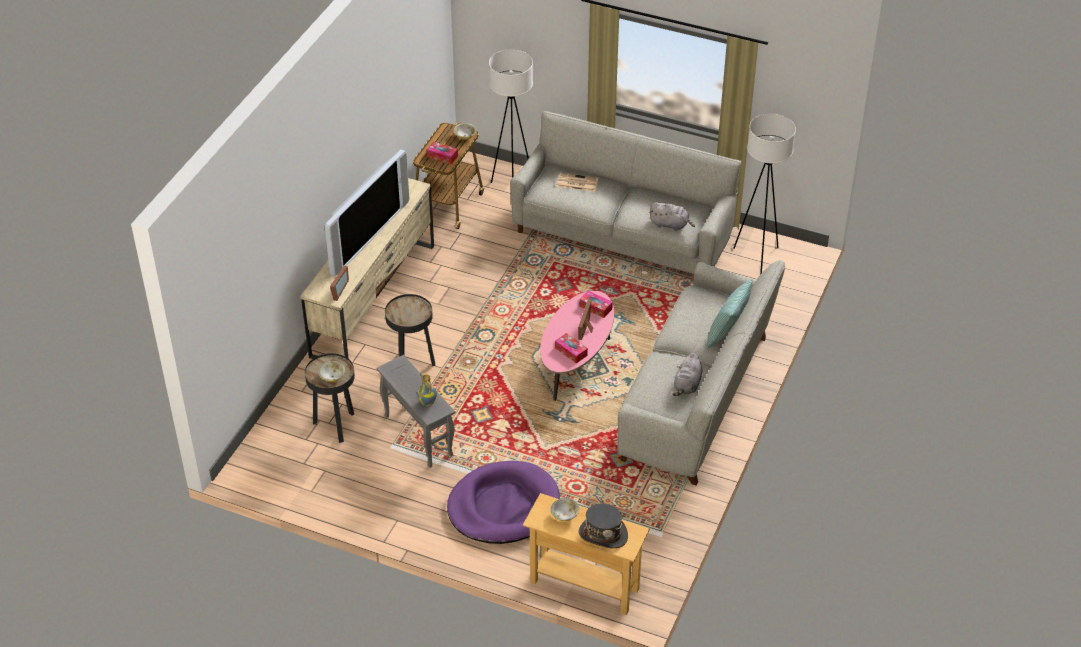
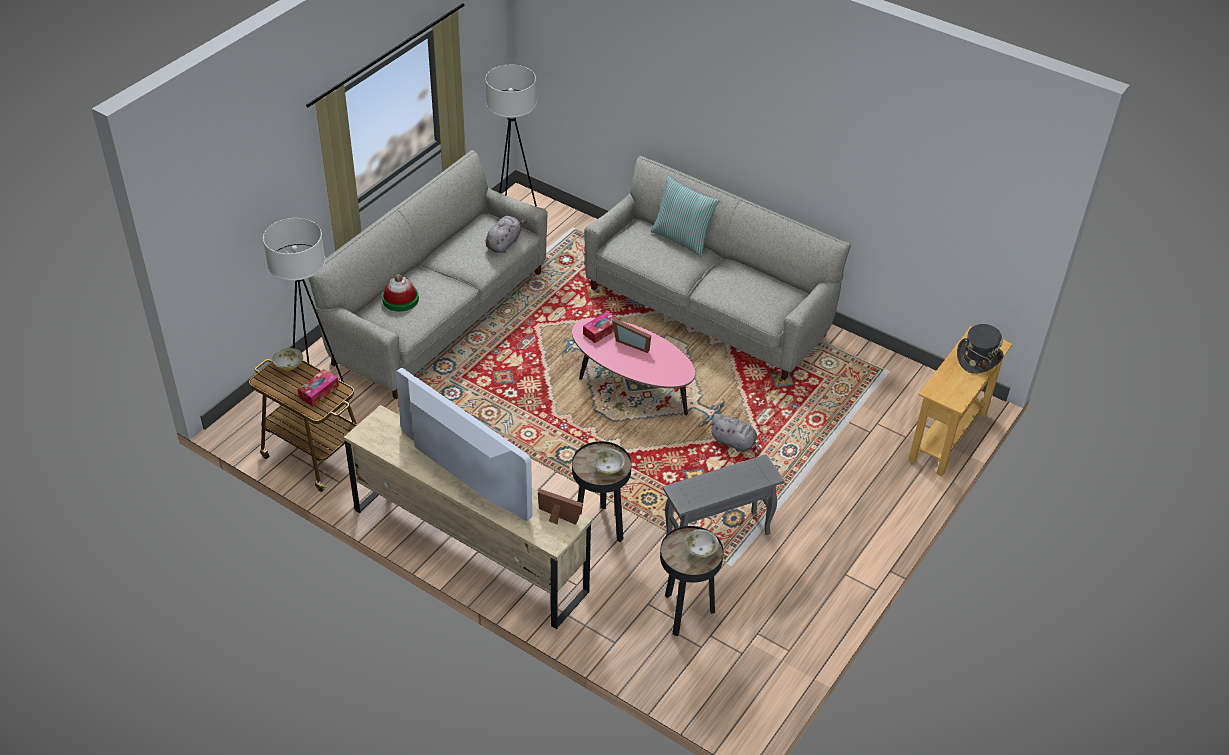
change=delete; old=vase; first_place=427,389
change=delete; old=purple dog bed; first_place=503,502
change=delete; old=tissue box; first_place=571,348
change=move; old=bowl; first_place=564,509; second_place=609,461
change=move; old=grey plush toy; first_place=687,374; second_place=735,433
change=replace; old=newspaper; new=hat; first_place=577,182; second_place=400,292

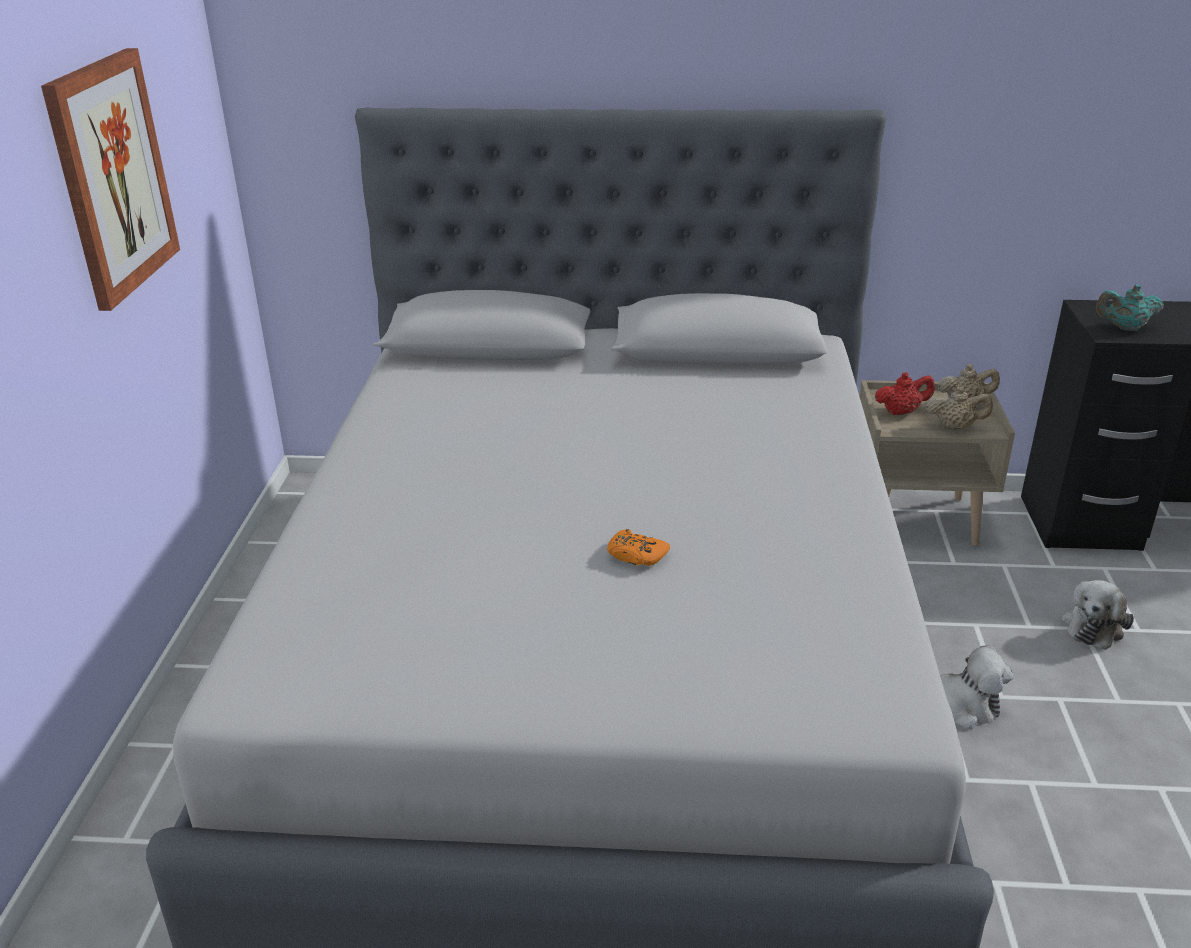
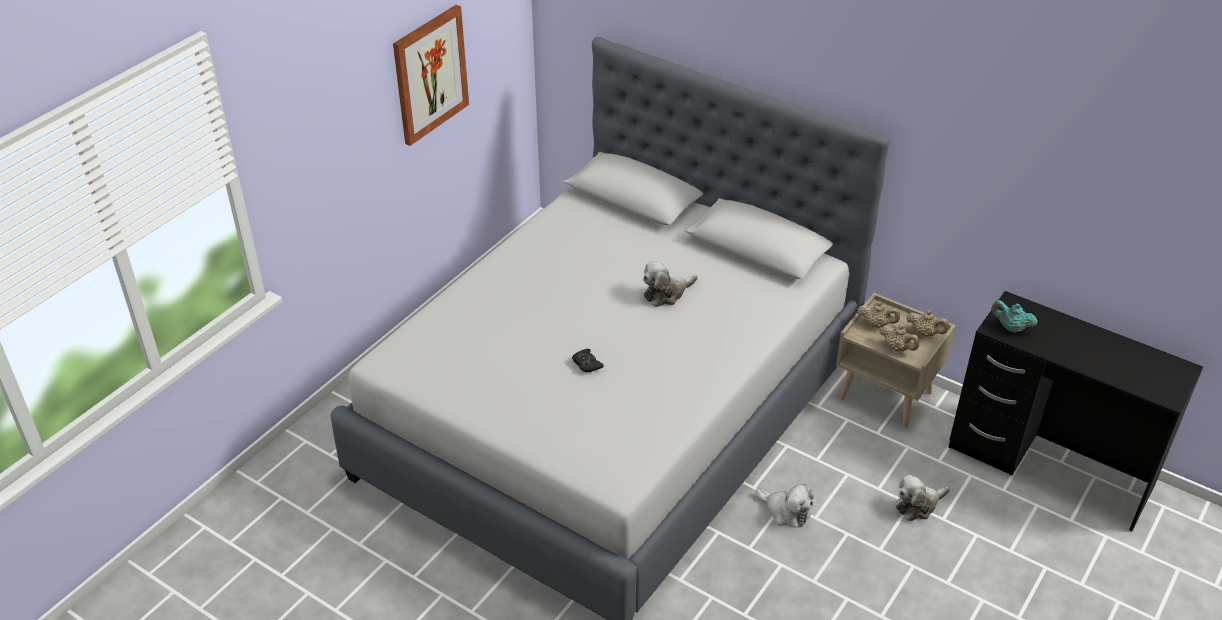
change=insert; new=plush toy; second_place=670,284
change=recolor; old=orange game controller; new=black game controller; first_place=638,547; second_place=588,360
change=recolor; old=red teapot; new=beige teapot; first_place=905,393; second_place=878,314

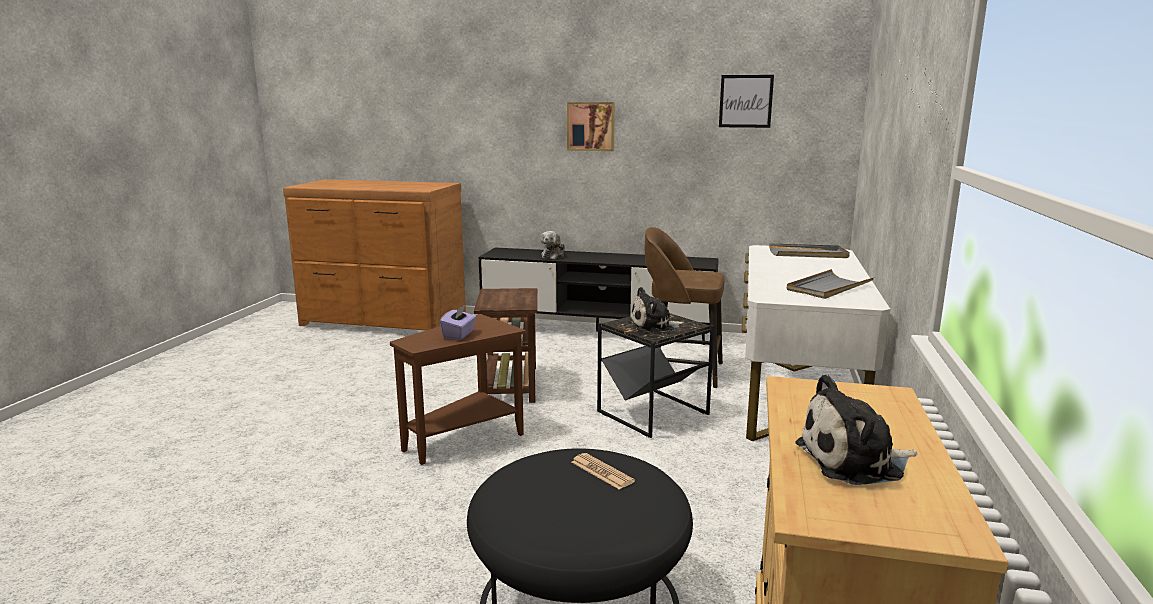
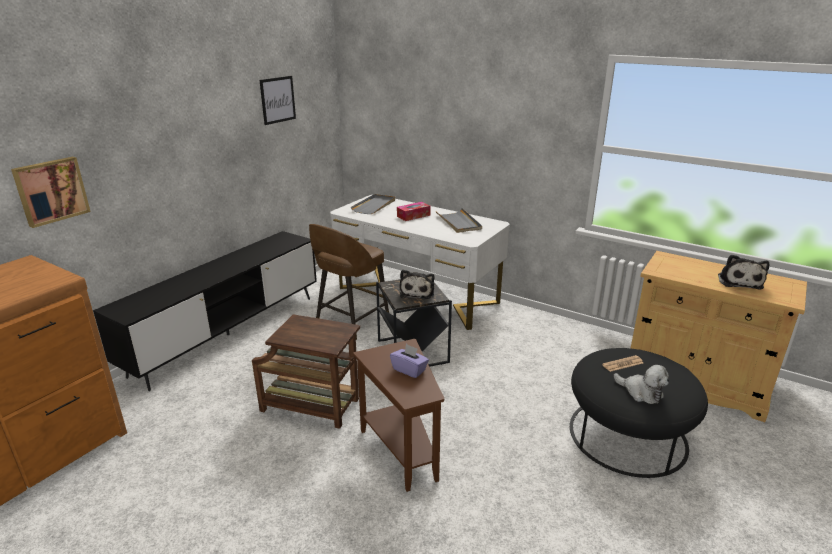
change=insert; new=tissue box; second_place=414,211
change=move; old=plush toy; first_place=553,245; second_place=641,384
change=move; old=picture; first_place=591,126; second_place=51,192

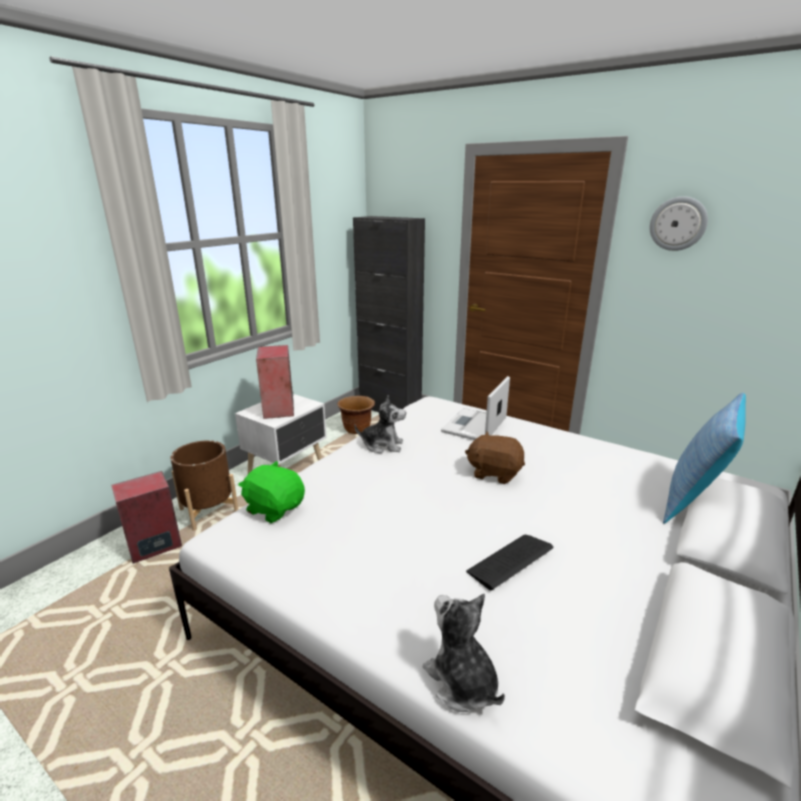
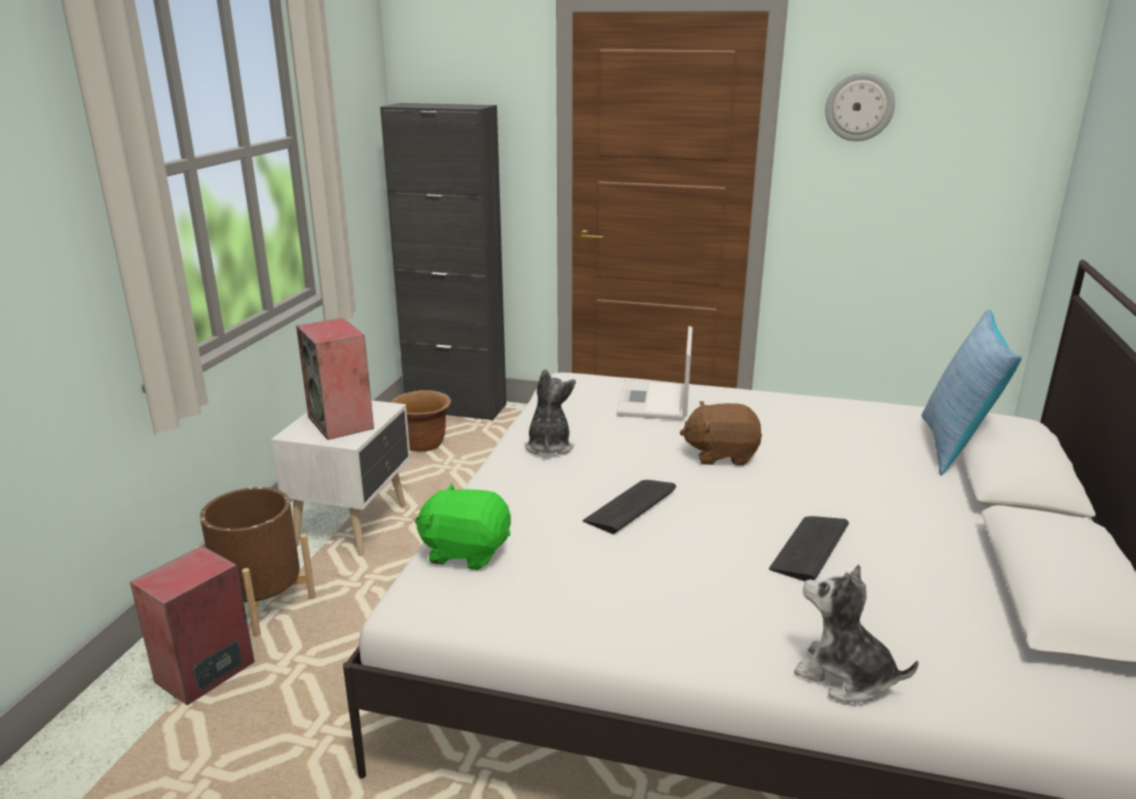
change=insert; new=keyboard; second_place=629,507
change=rotate; old=plush toy; first_place=380,424; second_place=550,412; degrees=-75

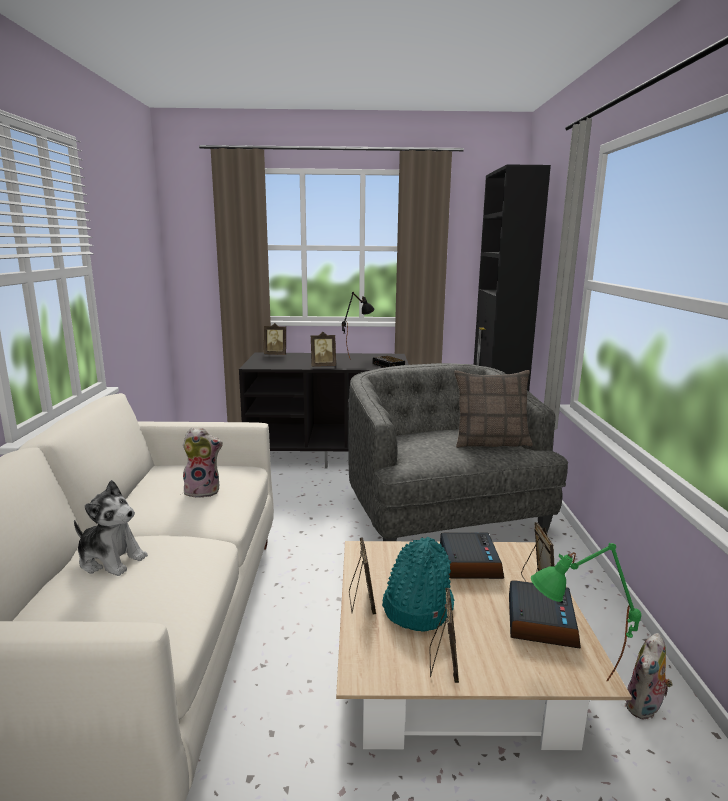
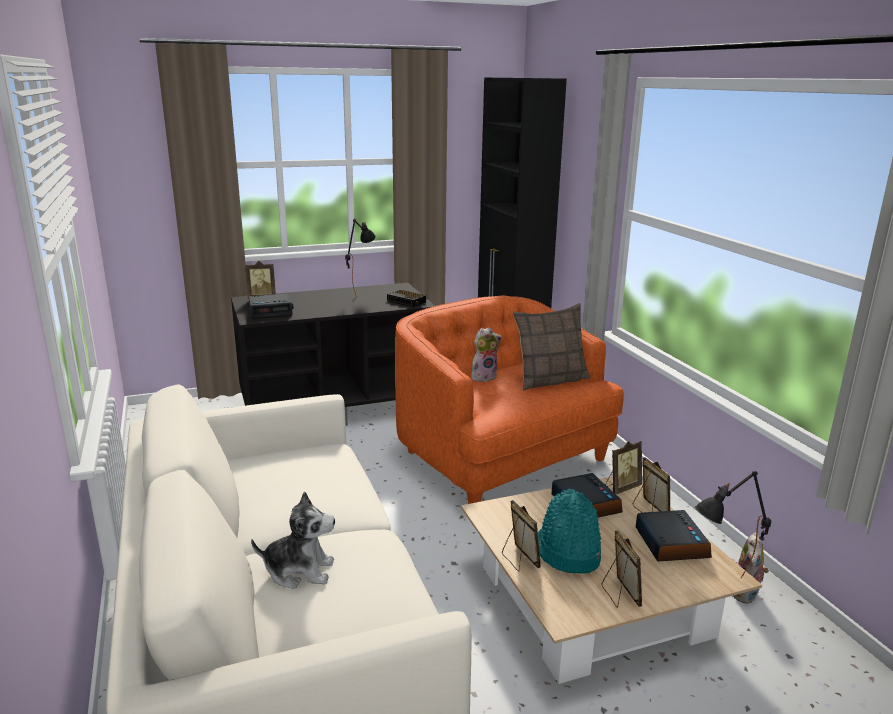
change=insert; new=alarm clock; second_place=271,306
change=move; old=plush toy; first_place=202,463; second_place=486,354
change=move; old=picture frame; first_place=323,349; second_place=623,467
change=recolor; old=grey armchair; new=orange armchair; first_place=458,452; second_place=509,399
change=recolor; old=green table lamp; new=black table lamp; first_place=586,612; second_place=733,524

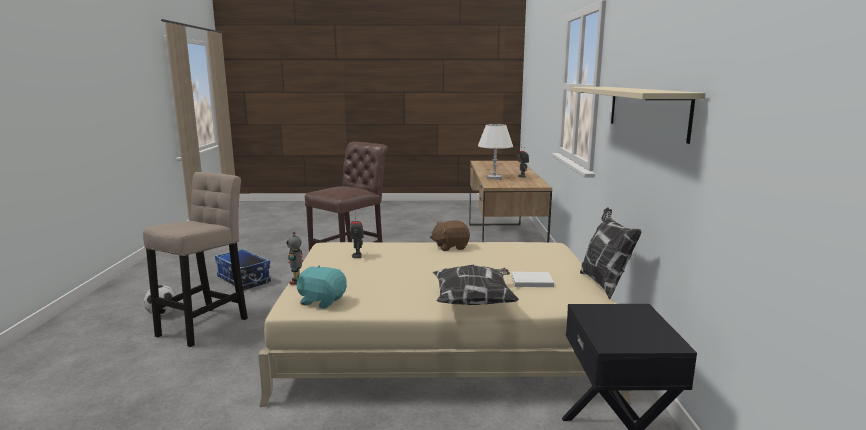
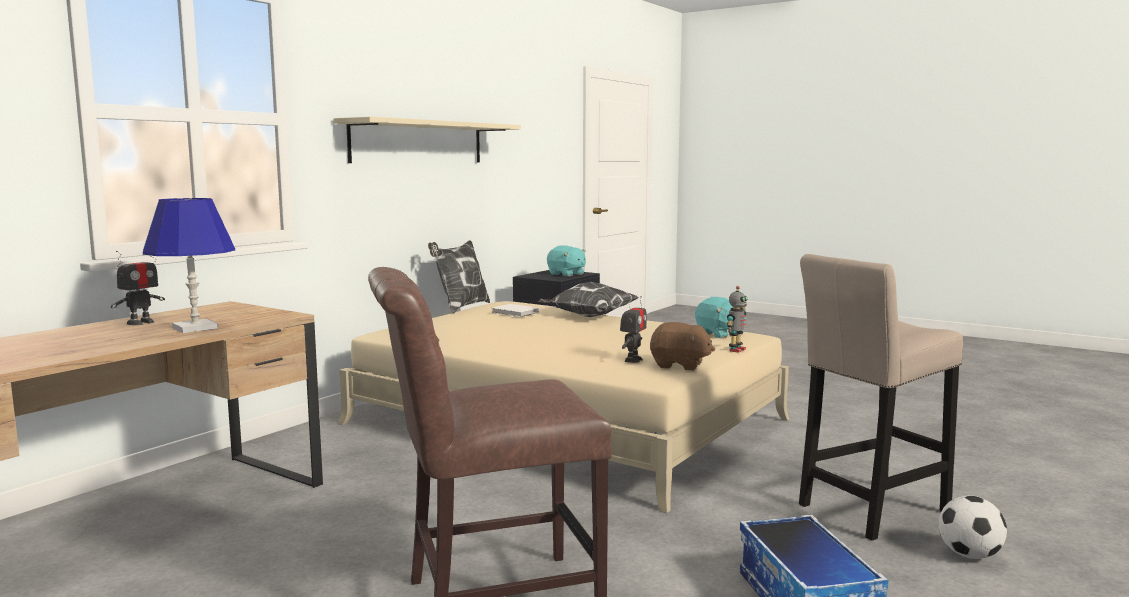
change=insert; new=turquoise plush toy; second_place=566,260
change=move; old=brown plush toy; first_place=450,235; second_place=682,346
change=recolor; old=white table lamp; new=blue table lamp; first_place=495,152; second_place=189,265

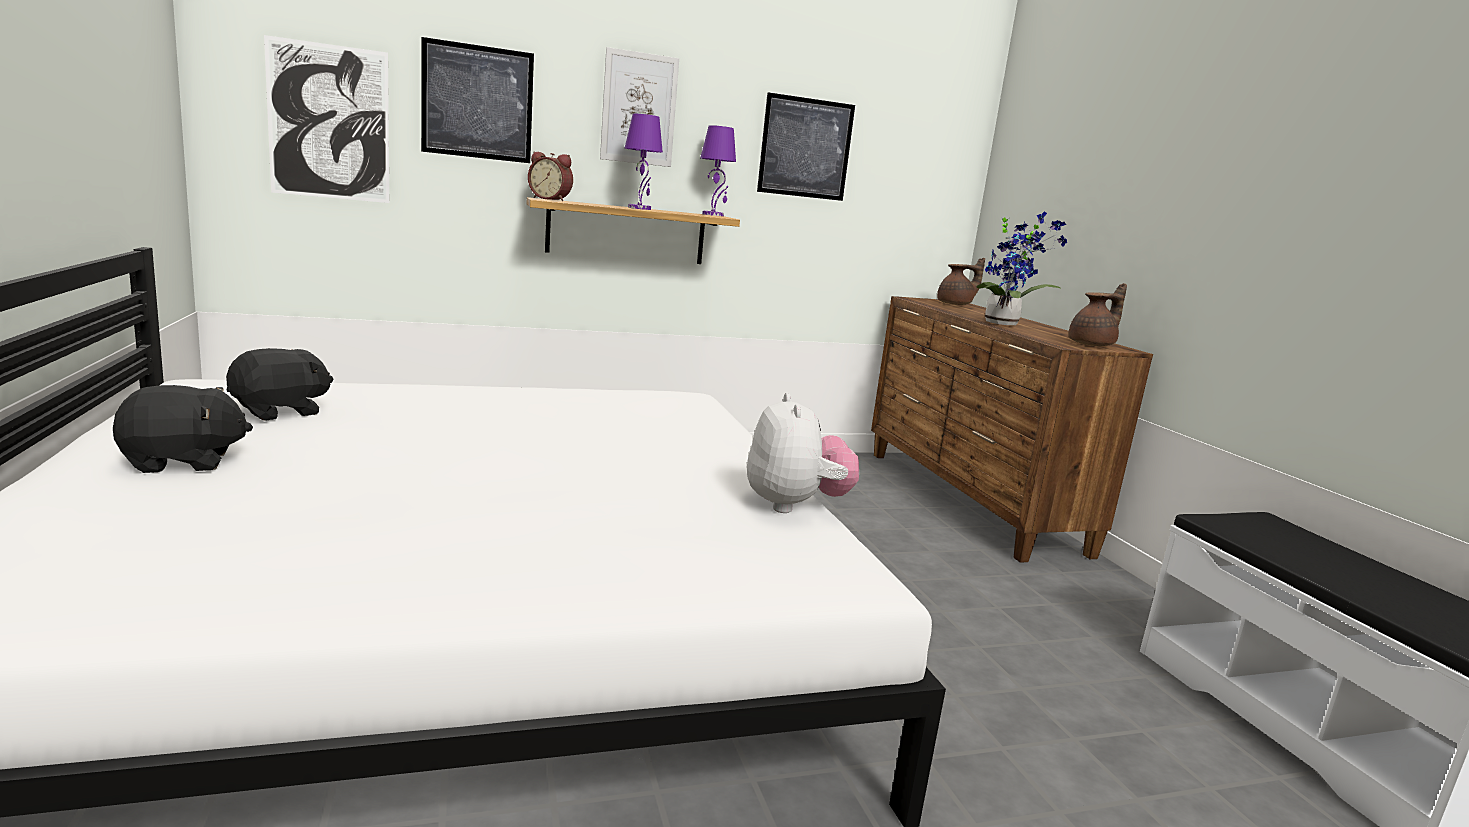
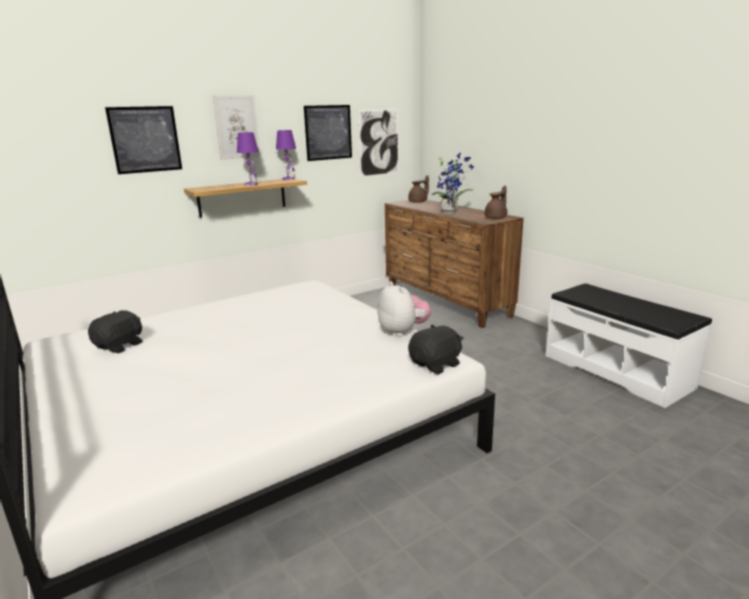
change=delete; old=alarm clock; first_place=550,176
change=move; old=black plush toy; first_place=183,429; second_place=436,349
change=move; old=picture; first_place=326,119; second_place=378,143

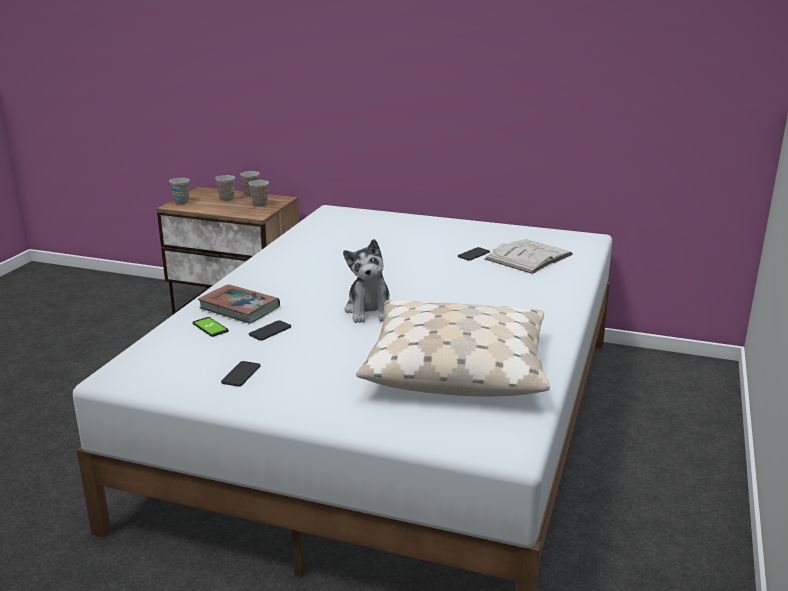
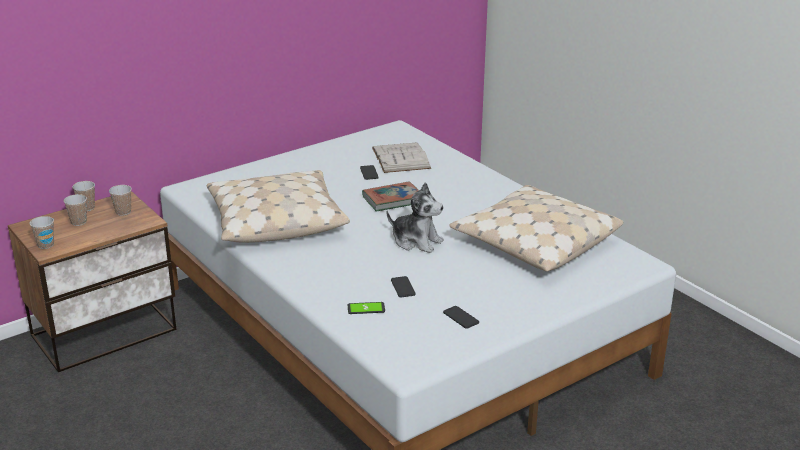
change=insert; new=beige pillow; second_place=278,206
change=move; old=book; first_place=239,304; second_place=390,196

